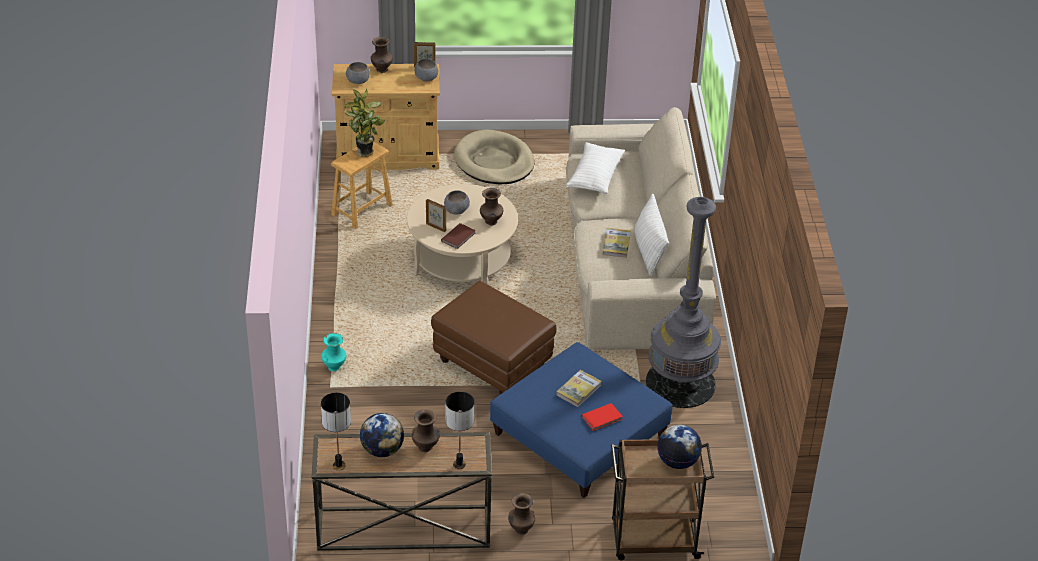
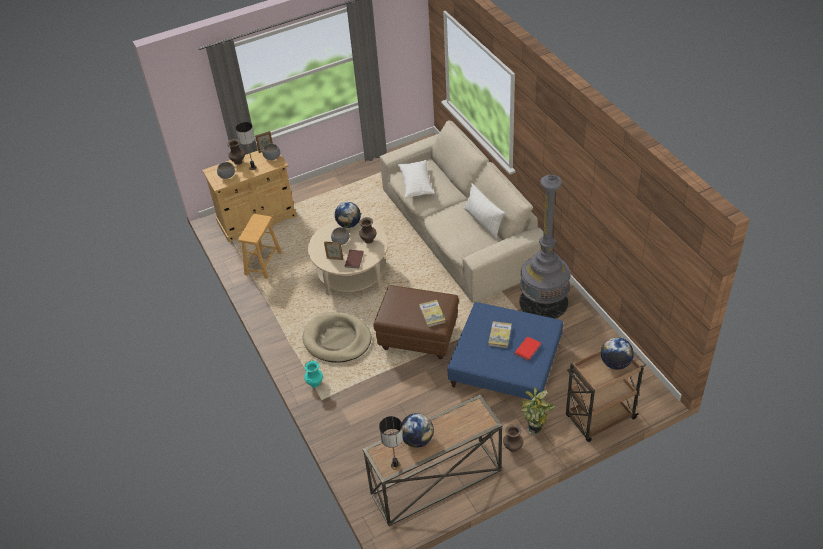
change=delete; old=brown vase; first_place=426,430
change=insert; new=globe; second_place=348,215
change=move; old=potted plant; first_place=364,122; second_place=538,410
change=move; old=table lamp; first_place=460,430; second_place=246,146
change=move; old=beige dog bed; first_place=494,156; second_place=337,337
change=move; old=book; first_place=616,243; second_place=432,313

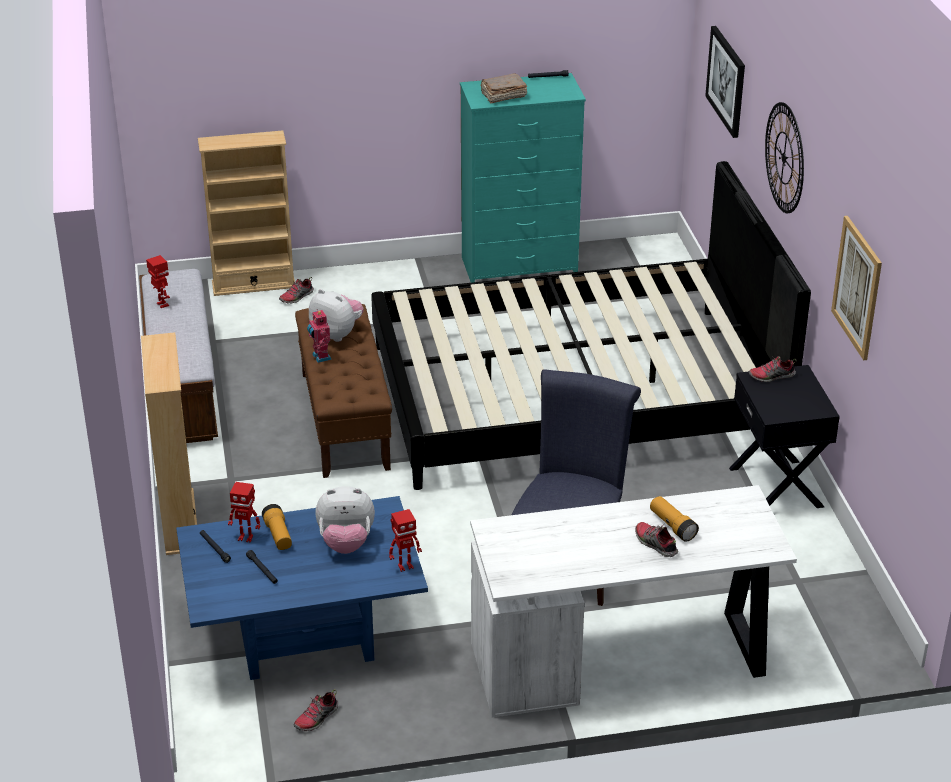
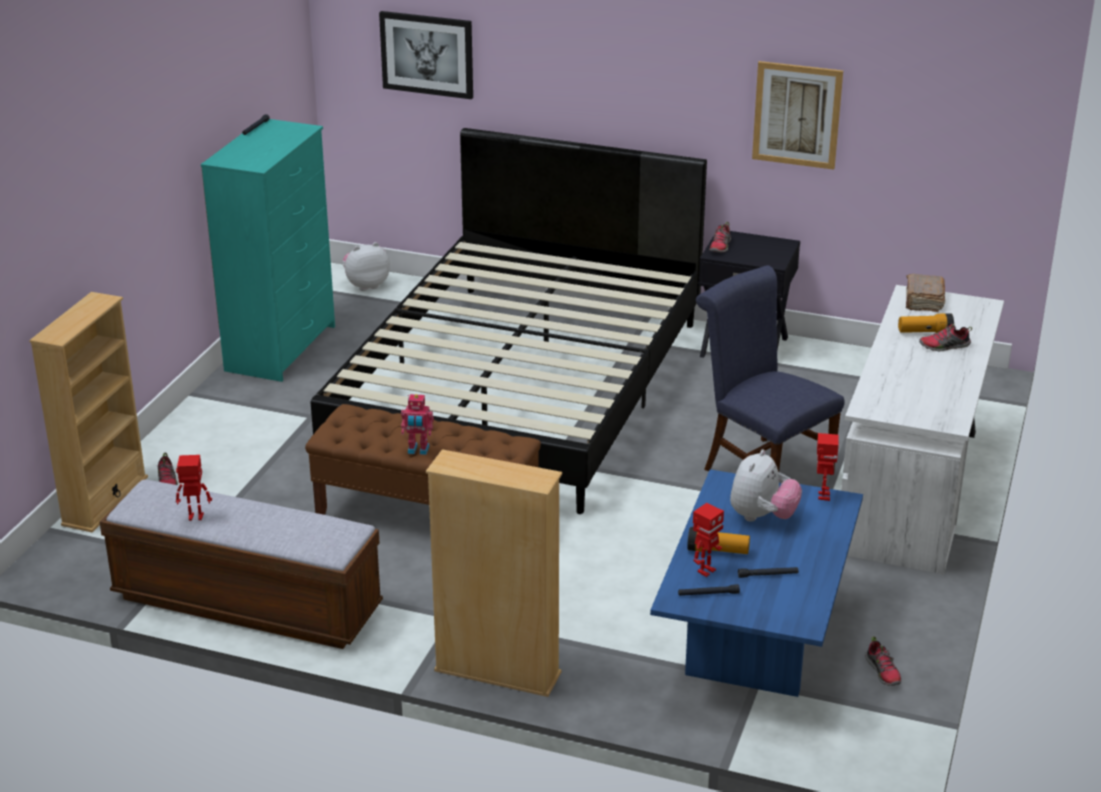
change=delete; old=wall clock; first_place=784,157
change=move; old=plush toy; first_place=336,315; second_place=366,266
change=move; old=brown book; first_place=504,88; second_place=925,293

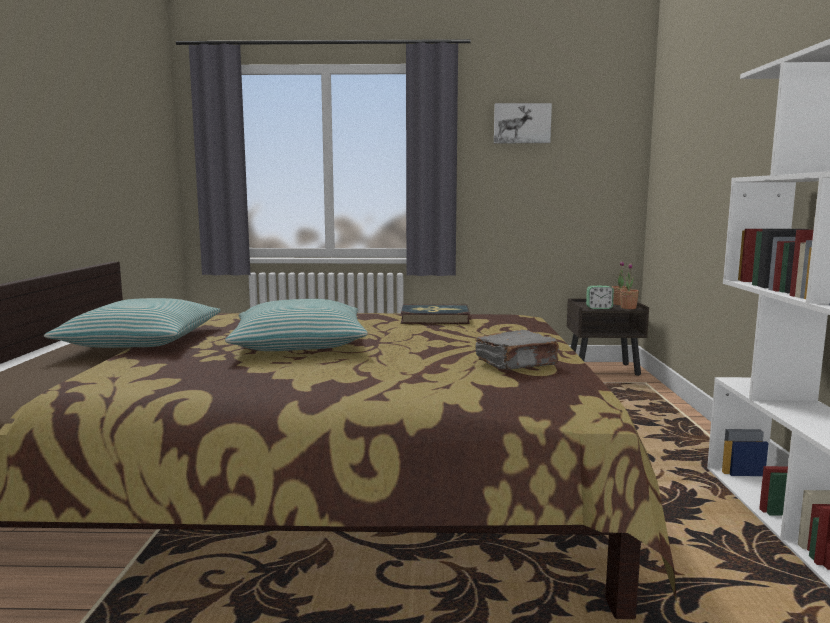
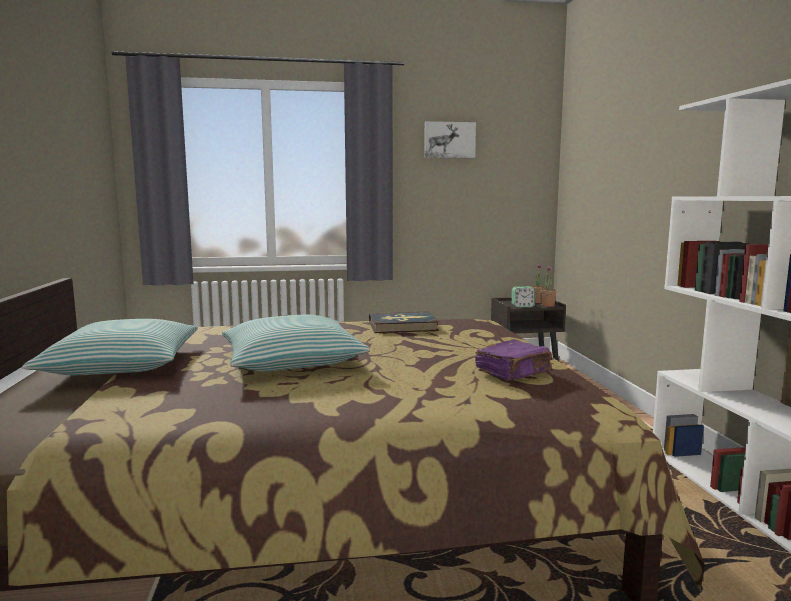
change=recolor; old=grey book; new=purple book; first_place=517,350; second_place=513,360

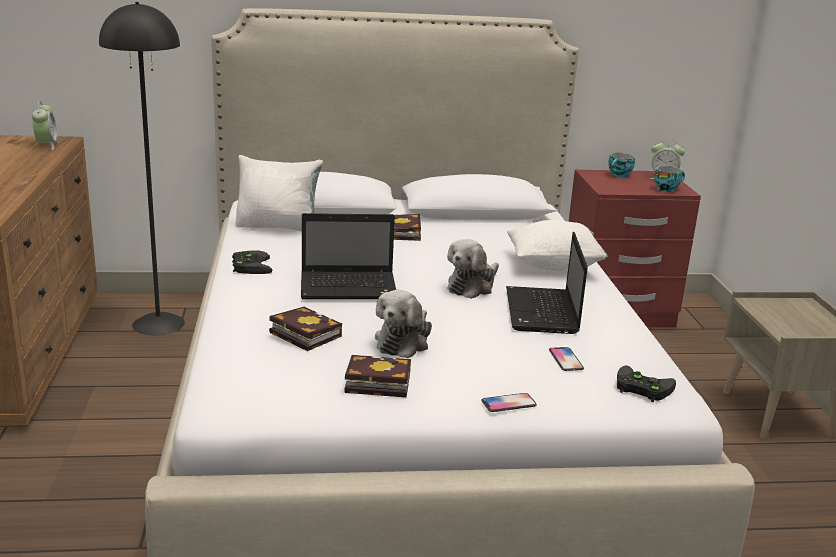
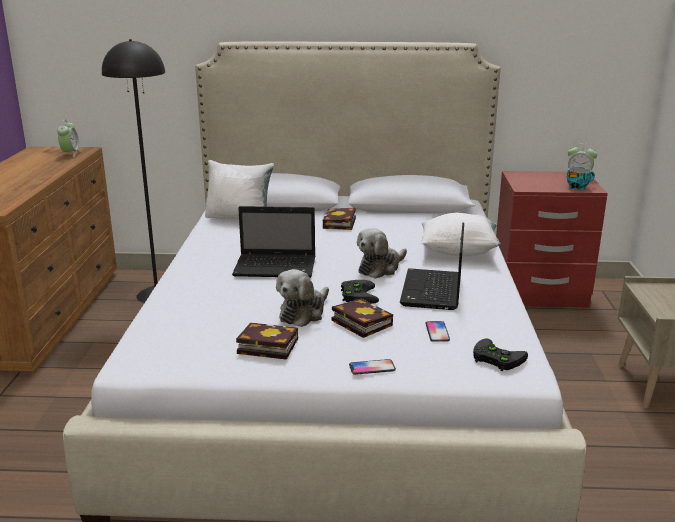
change=delete; old=cup; first_place=621,165
change=move; old=black game controller; first_place=252,262; second_place=360,292
change=move; old=book; first_place=305,329; second_place=362,318

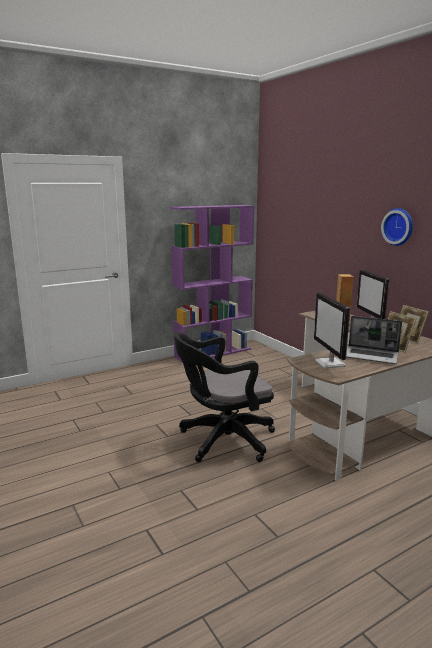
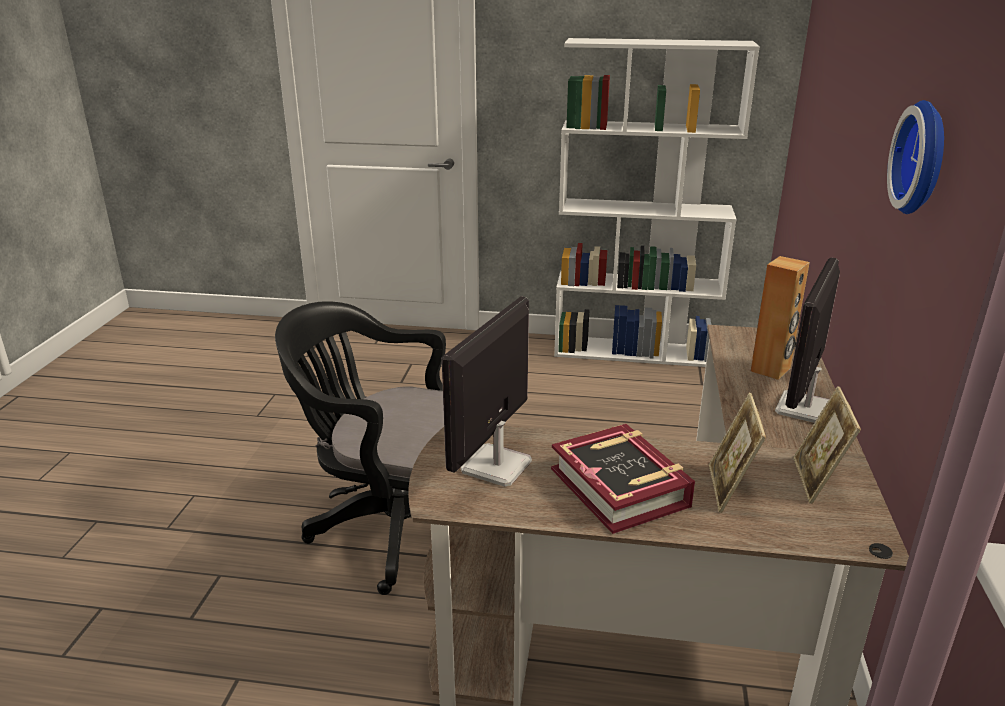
change=replace; old=laptop; new=book; first_place=374,340; second_place=623,479
change=recolor; old=purple bookcase; new=white bookcase; first_place=212,284; second_place=657,202

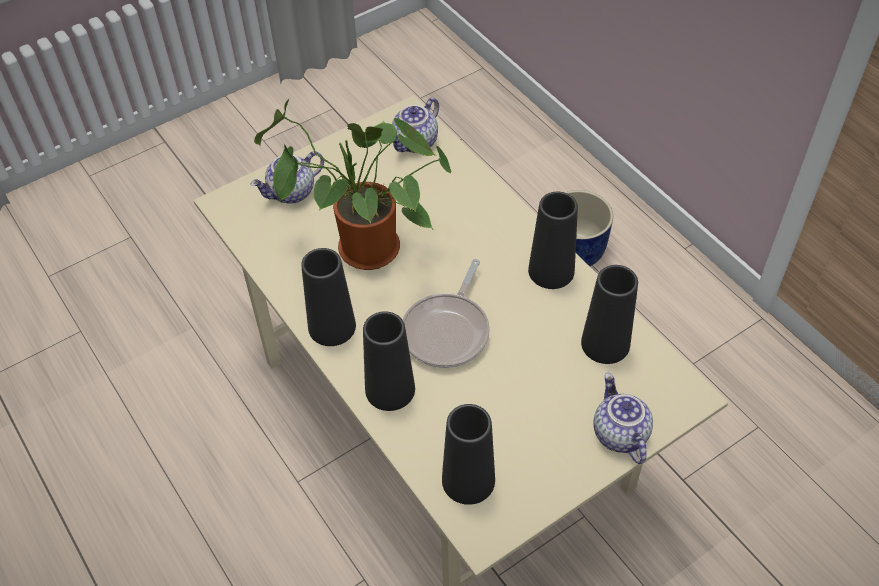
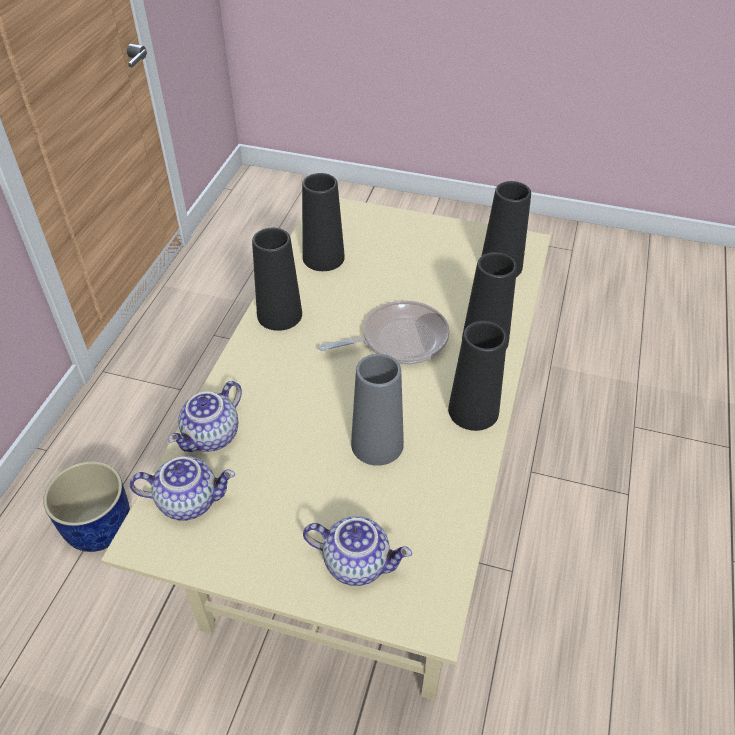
change=move; old=teapot; first_place=623,418; second_place=205,416
change=replace; old=potted plant; new=grey vase; first_place=353,184; second_place=377,410

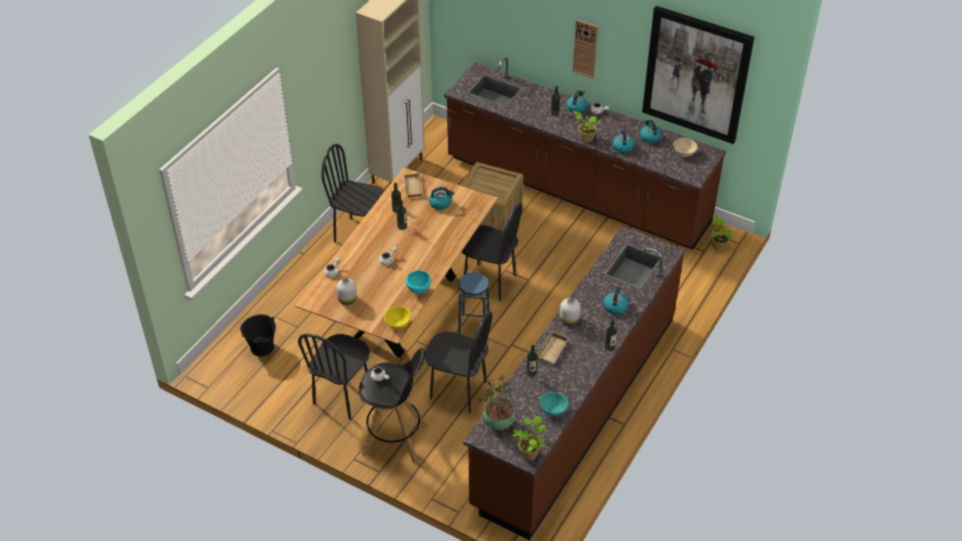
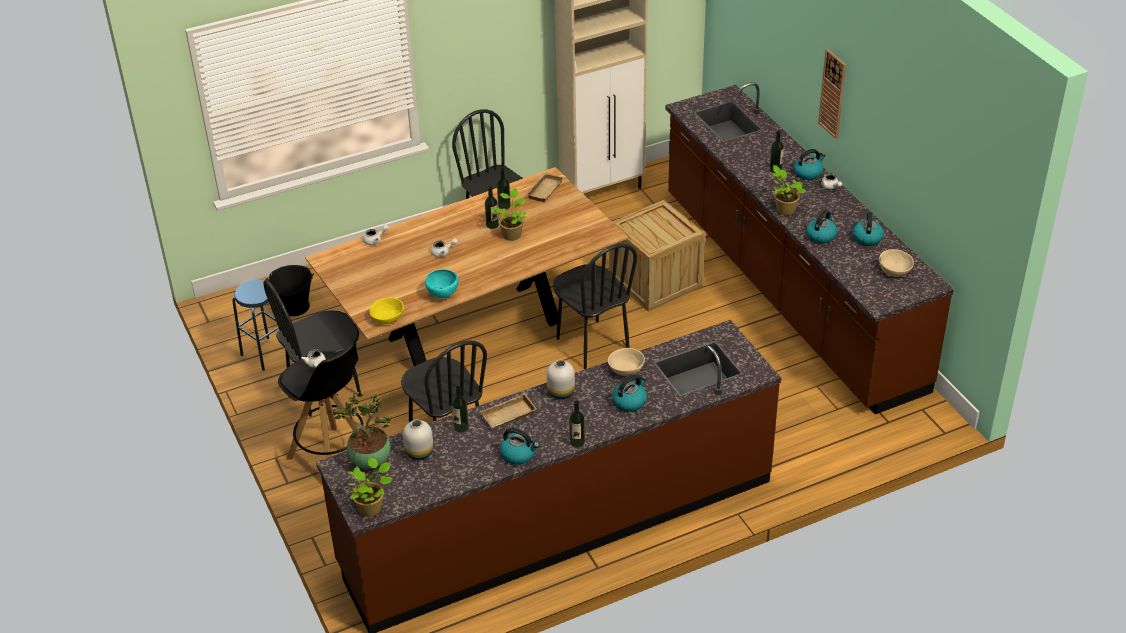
change=delete; old=turquoise bowl; first_place=554,404
change=delete; old=picture; first_place=698,75
change=insert; new=beige bowl; second_place=626,362
change=move; old=white vase; first_place=346,291; second_place=418,439
change=move; old=kettle; first_place=441,198; second_place=519,446
change=move; old=blue stool; first_place=474,303; second_place=255,325
change=move; old=potted plant; first_place=721,233; second_place=509,214

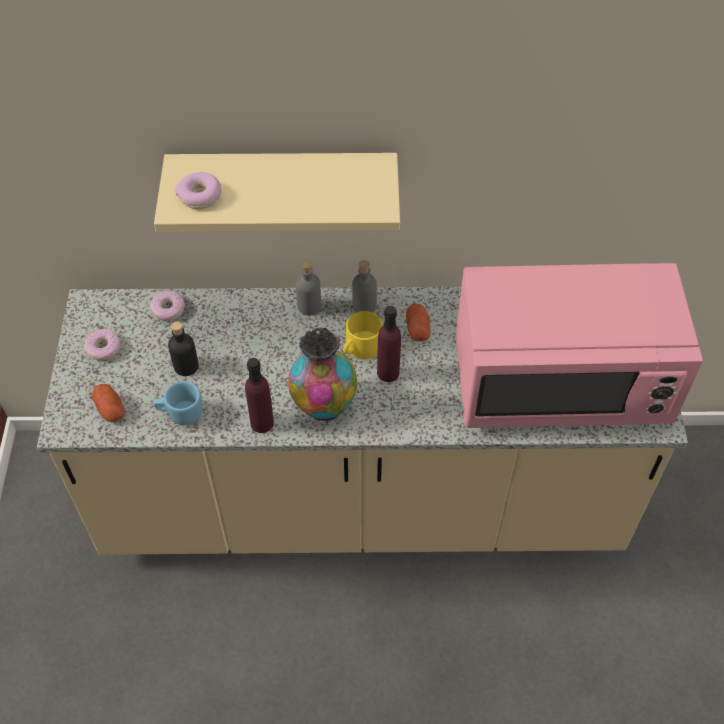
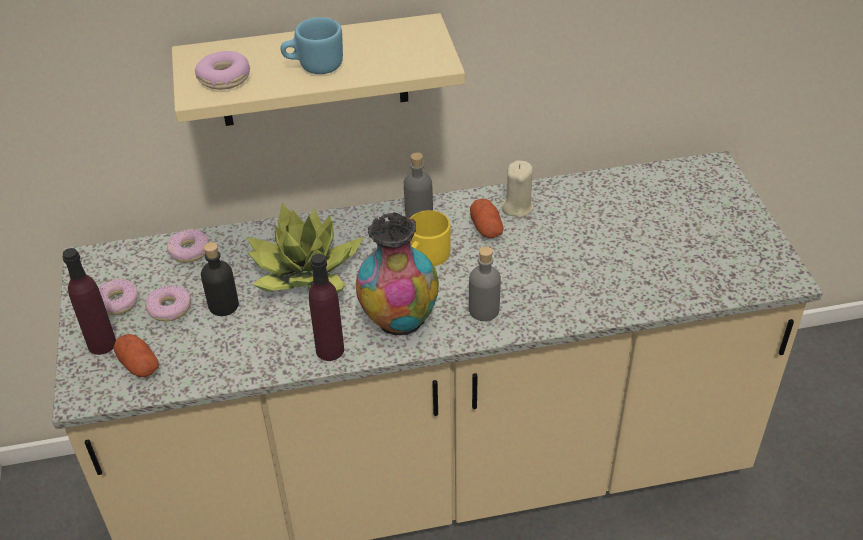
change=delete; old=pink microwave; first_place=579,345
change=insert; new=donut; second_place=168,303
change=insert; new=potted plant; second_place=305,248
change=insert; new=beige candle; second_place=518,189
change=move; old=blue mug; first_place=178,403; second_place=311,45
change=move; old=grey bottle; first_place=308,287; second_place=485,283
change=move; old=purple bottle; first_place=389,344; second_place=89,301

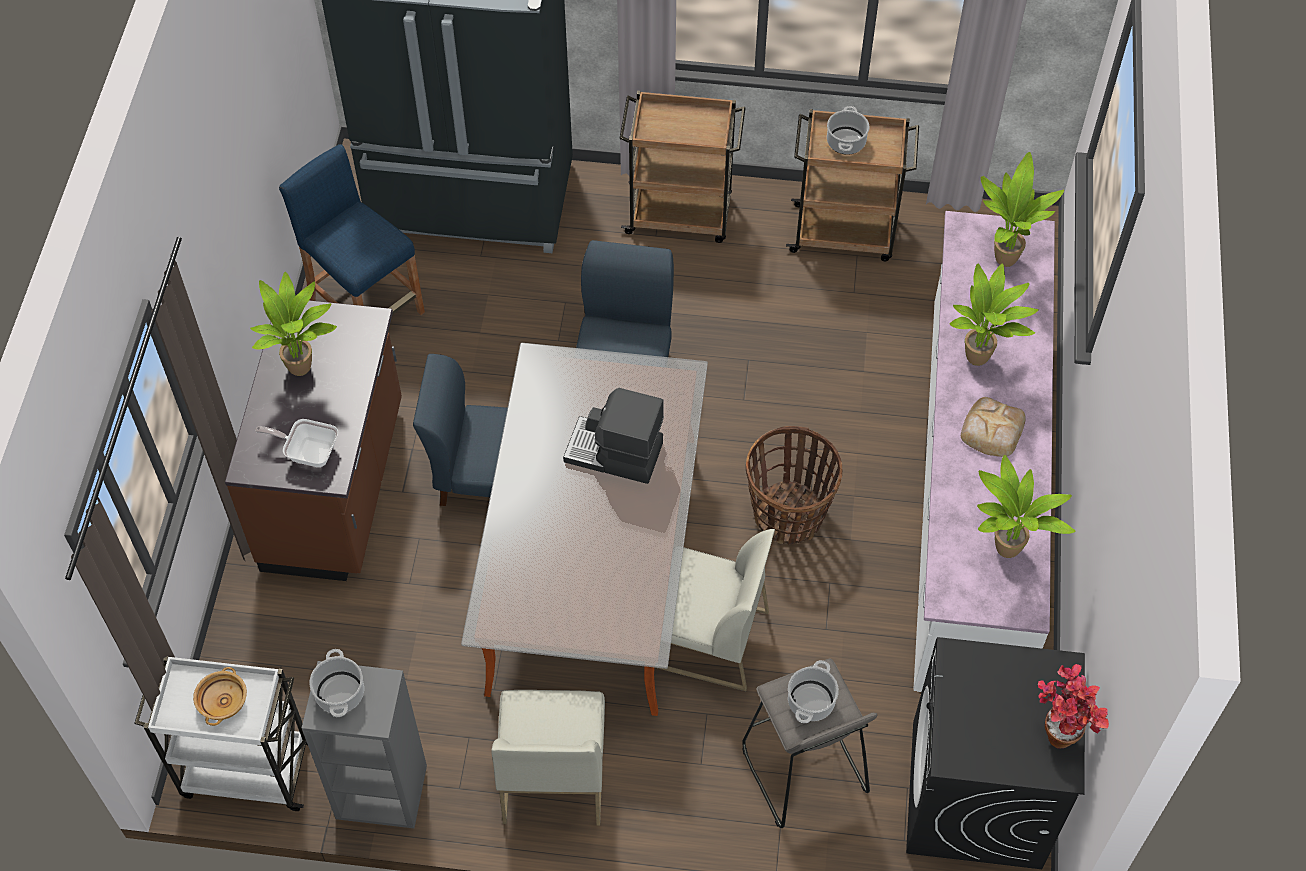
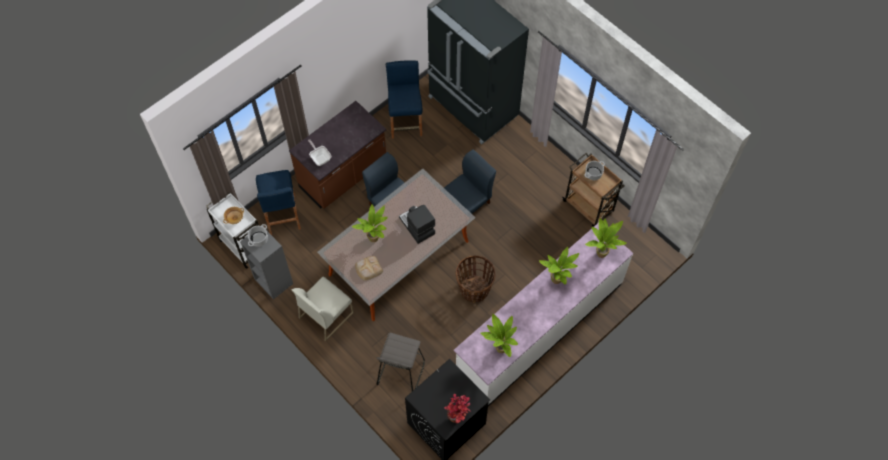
change=delete; old=brown cart; first_place=682,167
change=delete; old=white chair; first_place=716,610
change=delete; old=cooking pot; first_place=813,691
change=insert; new=blue stool; second_place=278,202
change=move; old=potted plant; first_place=293,324; second_place=370,223
change=move; old=bread; first_place=993,427; second_place=369,268

